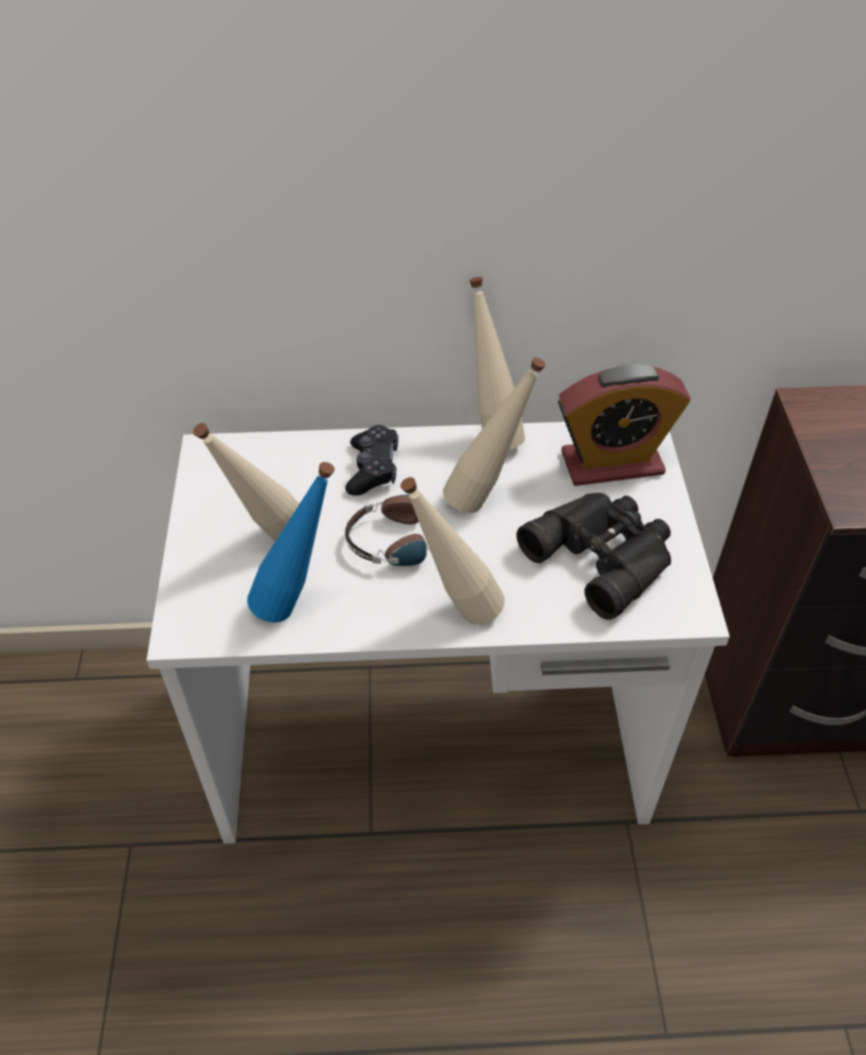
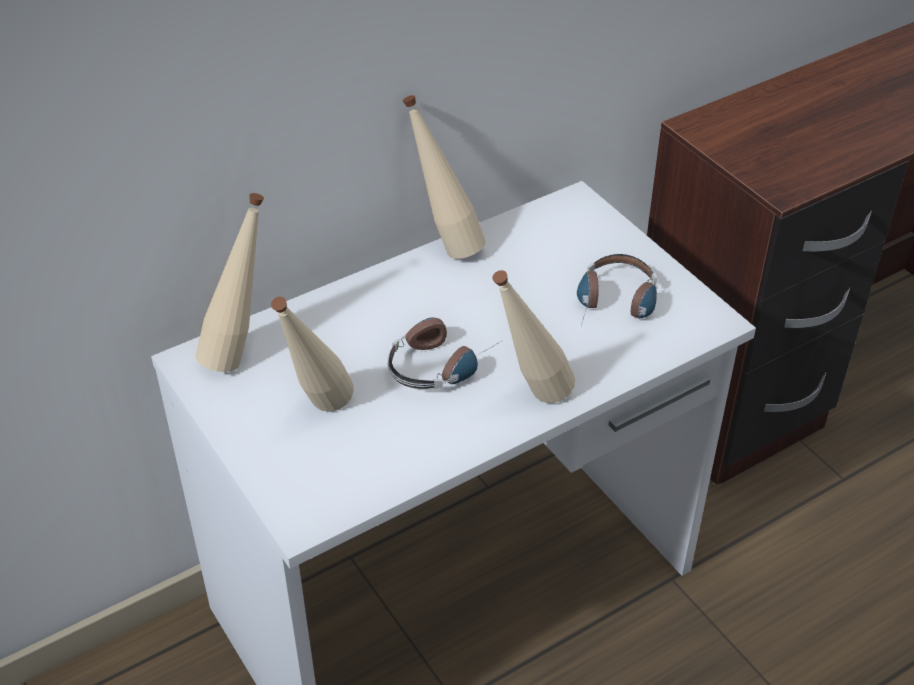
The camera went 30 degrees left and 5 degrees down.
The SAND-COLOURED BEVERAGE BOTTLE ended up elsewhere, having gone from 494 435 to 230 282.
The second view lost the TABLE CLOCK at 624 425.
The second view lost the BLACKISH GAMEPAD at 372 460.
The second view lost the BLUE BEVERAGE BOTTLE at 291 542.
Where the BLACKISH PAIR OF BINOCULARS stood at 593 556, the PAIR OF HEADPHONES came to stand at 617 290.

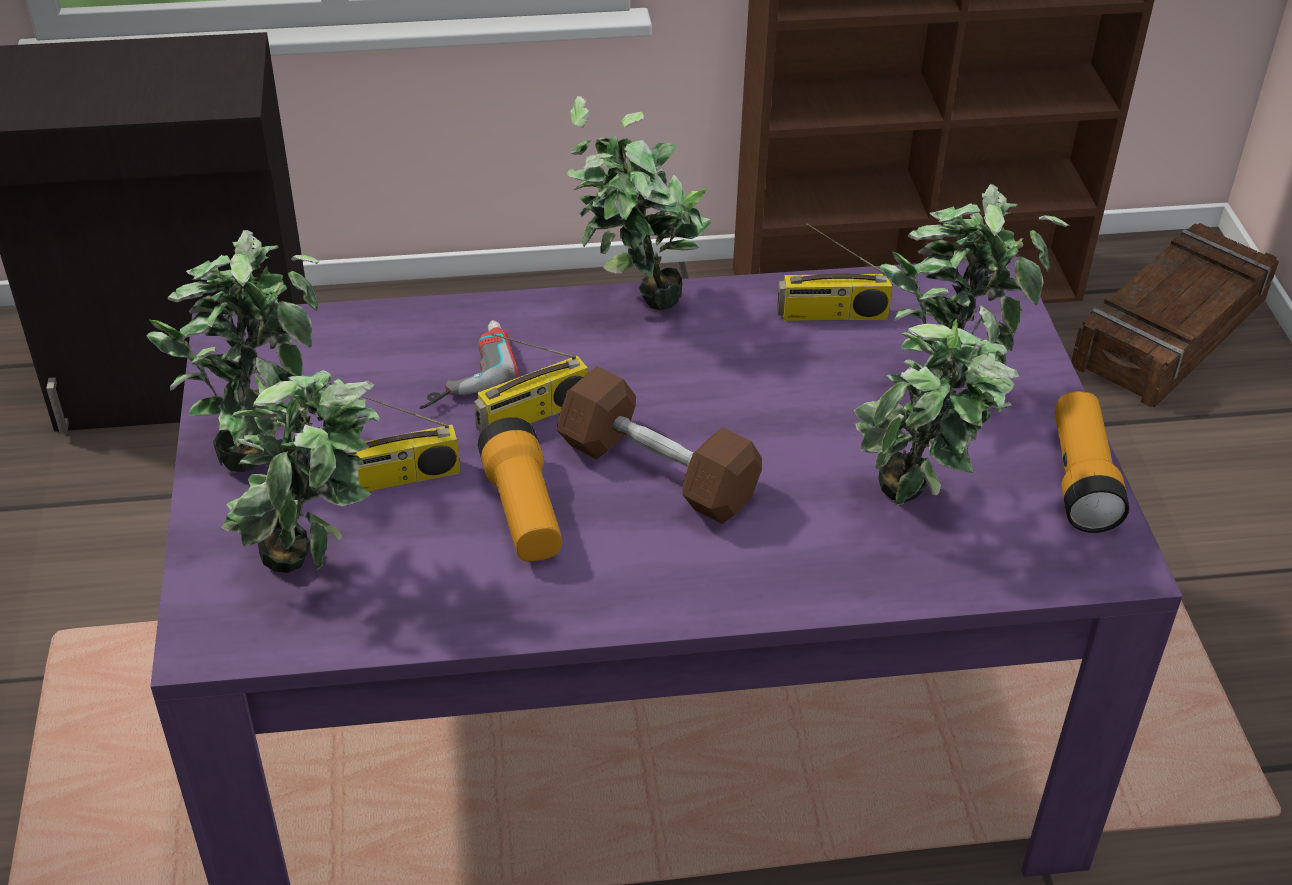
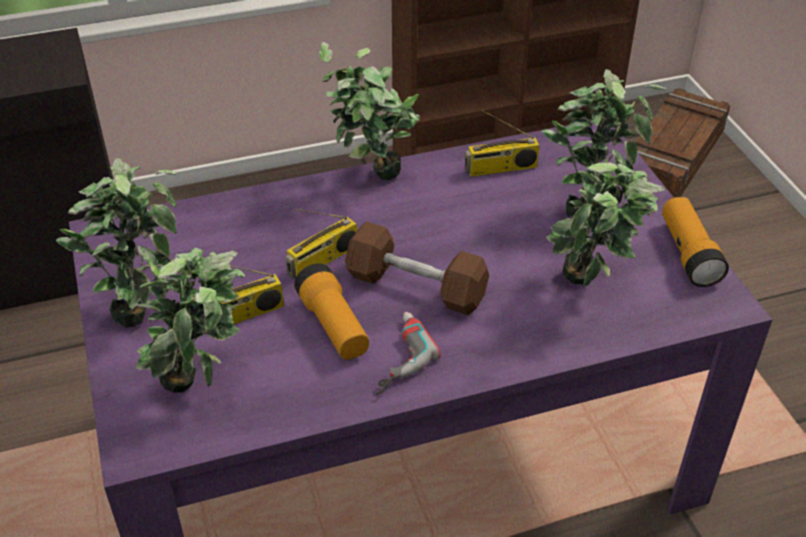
The camera went 10 degrees left and 0 degrees up.
The ELECTRIC DRILL ended up elsewhere, having gone from 469 364 to 408 353.

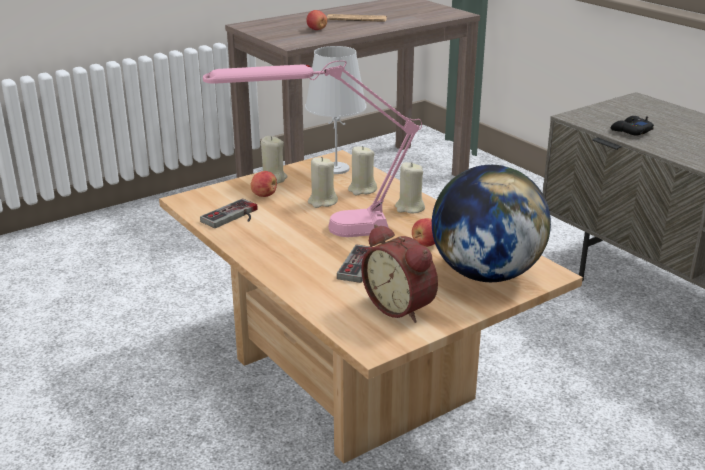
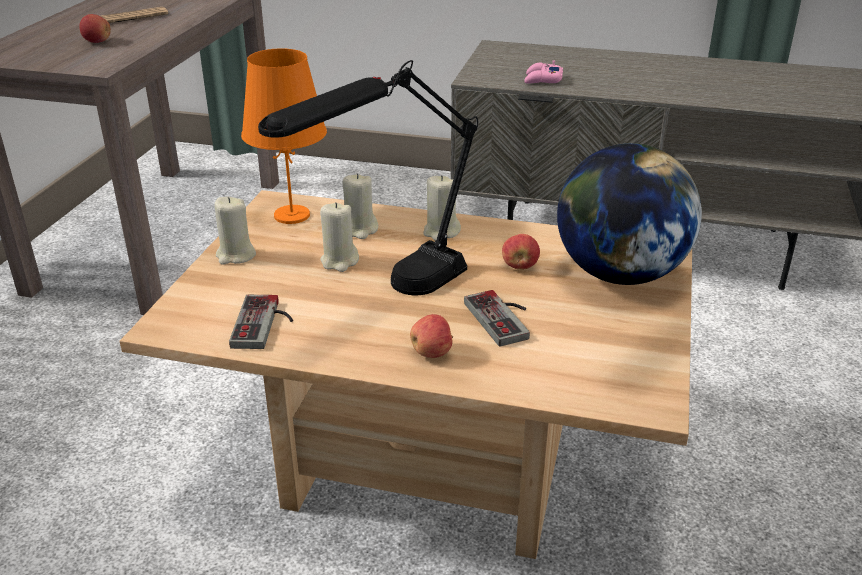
The camera went 40 degrees left and 5 degrees up.
What was the WHITISH LAMP FOR A TABLE at 336 110 turned into the ORANGEY LAMP FOR A TABLE at 284 136.
What was the PINKISH LAMP FOR A TABLE at 312 149 turned into the BLACKISH LAMP FOR A TABLE at 368 177.
What was the BLACKISH GAMEPAD at 632 126 turned into the PINKISH GAMEPAD at 543 72.
The APPLE ended up elsewhere, having gone from 263 184 to 431 336.
The second view lost the TABLE CLOCK at 399 273.

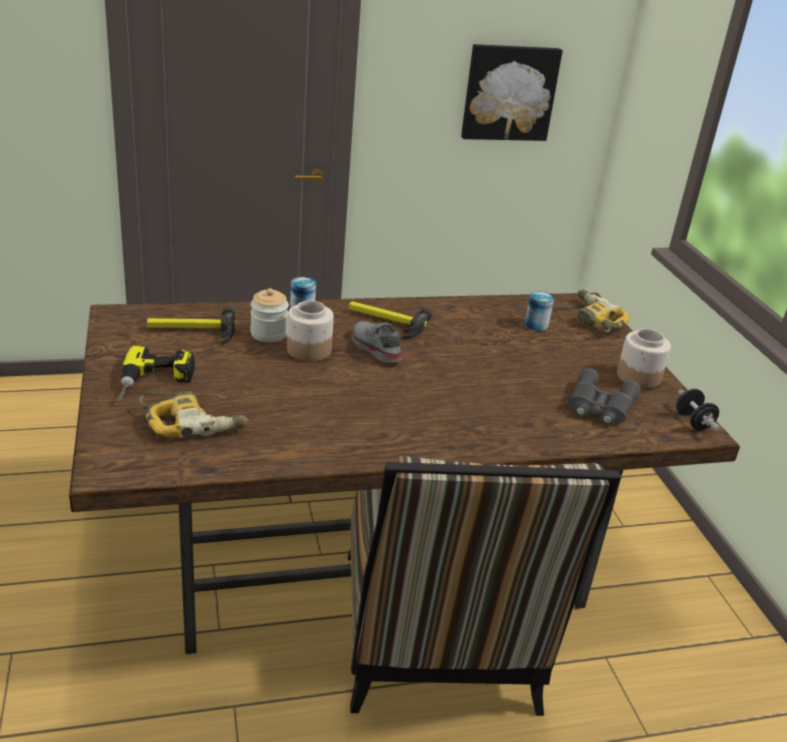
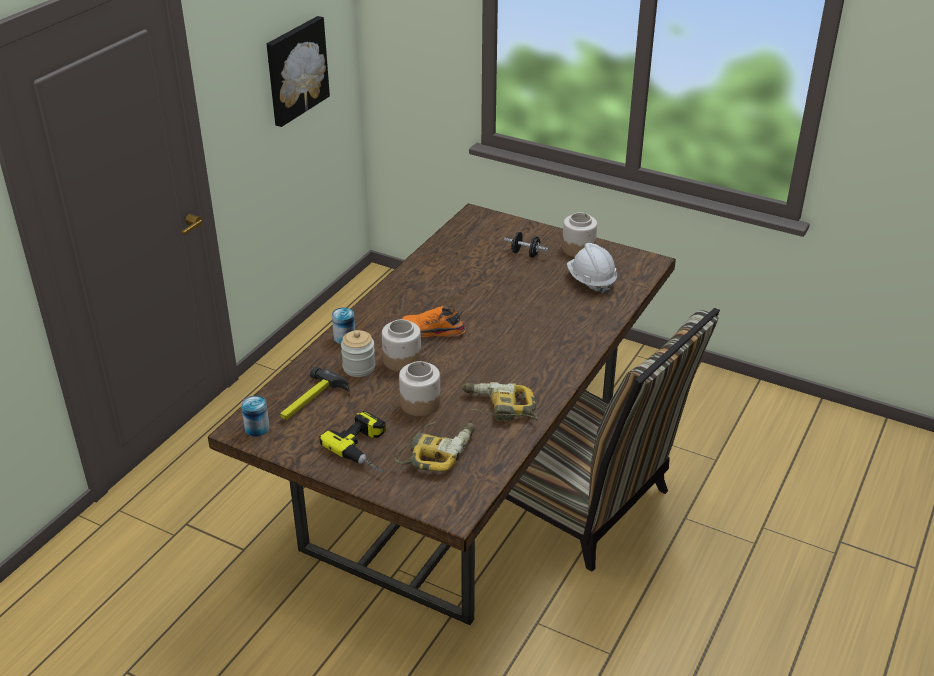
The camera went 45 degrees left and 5 degrees up.
The ELECTRIC DRILL ended up elsewhere, having gone from 597 311 to 500 402.
The METAL CAN ended up elsewhere, having gone from 539 311 to 255 416.
The second view lost the TOOL HAMMER at 390 320.
What was the GRAY SHOE at 377 342 turned into the ORANGEY SHOE at 433 321.
Where the GRAY PAIR OF BINOCULARS stood at 604 396, the WHITISH SAFETY HELMET came to stand at 592 269.
The BLACKISH DUMBBELL ended up elsewhere, having gone from 697 409 to 526 244.
The second view gained the STORAGE JAR at 420 388.

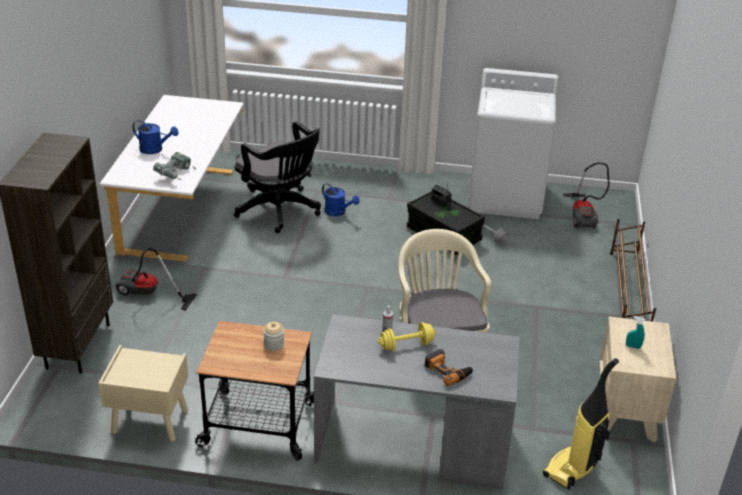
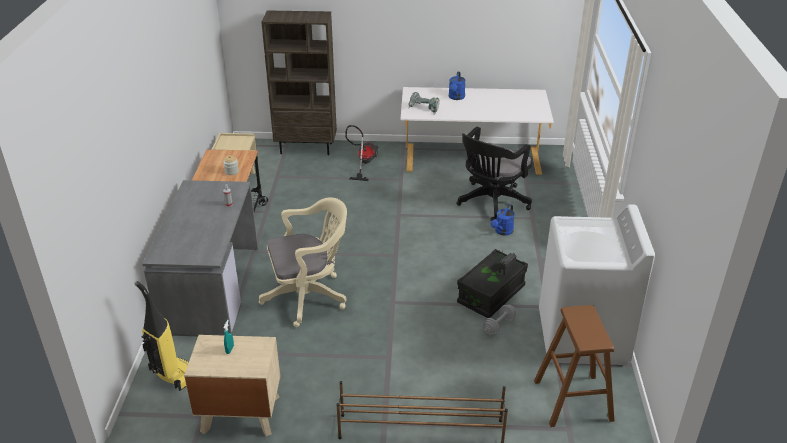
The camera went 85 degrees right and 0 degrees up.
Where the VACUUM stood at 586 195, the BROWN SITTING STOOL came to stand at 574 366.
The second view lost the YELLOW-COLOURED DUMBBELL at 407 336.
The second view lost the ELECTRIC DRILL at 449 367.

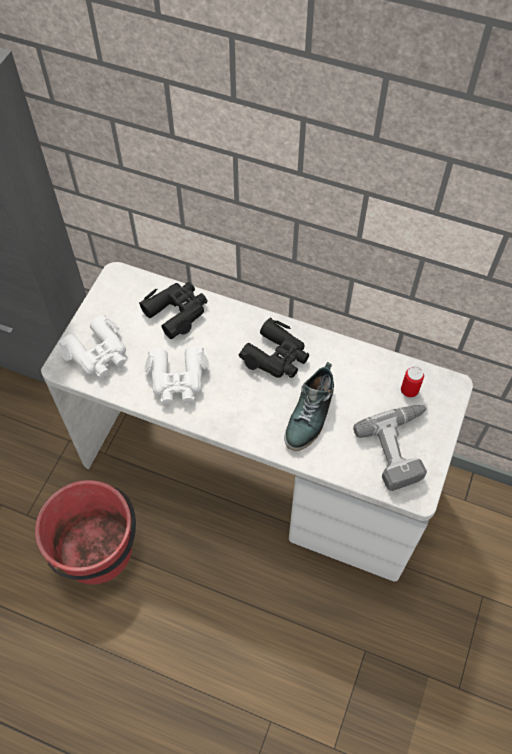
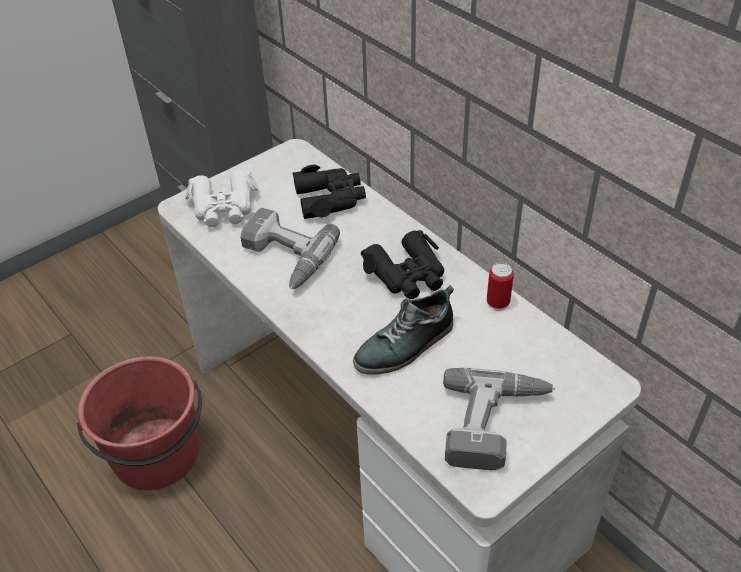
The camera went 30 degrees right and 15 degrees down.
Where the WHITISH PAIR OF BINOCULARS stood at 176 376, the ELECTRIC DRILL came to stand at 290 248.
The METAL CAN ended up elsewhere, having gone from 412 382 to 500 287.

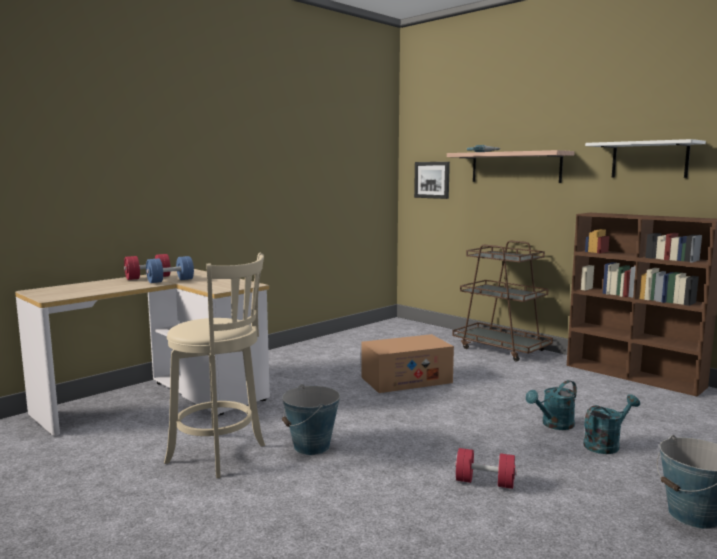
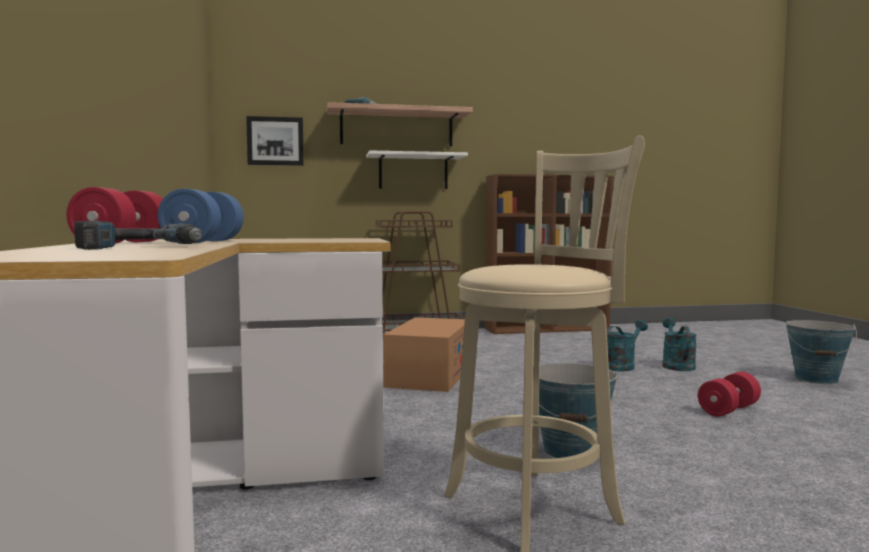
The camera went 55 degrees left and 5 degrees down.
The WHITISH SHELF ended up elsewhere, having gone from 645 158 to 417 170.
The TURQUOISE WATERING CAN at 551 405 ended up facing another way, 135 degrees counterclockwise from before.
The second view gained the ELECTRIC DRILL at 138 235.

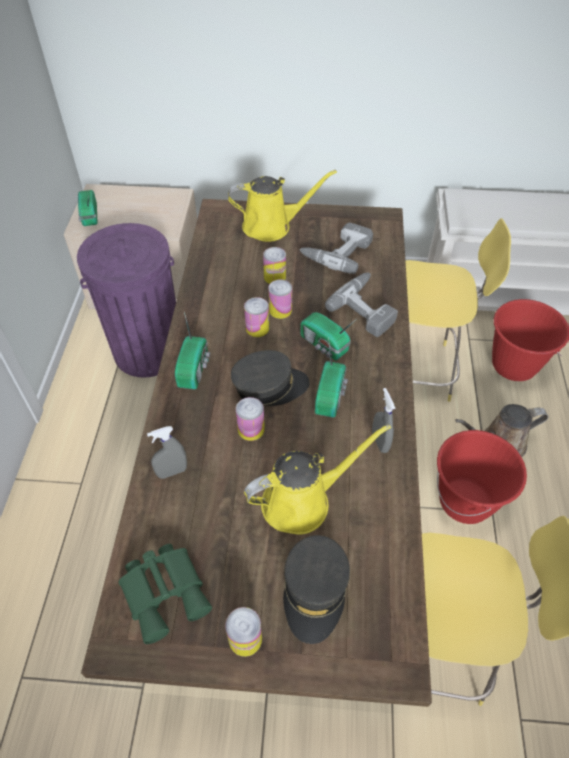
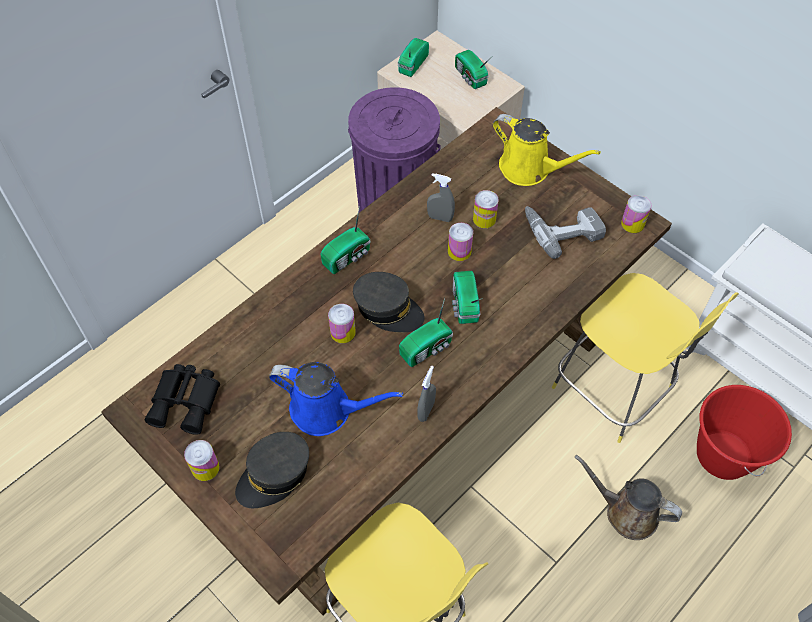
The camera went 40 degrees right and 5 degrees up.
The second view lost the ELECTRIC DRILL at 361 304.
The METAL CAN ended up elsewhere, having gone from 256 317 to 636 214.
What was the YELLOW-COLOURED WATERING CAN at 317 479 turned into the BLUE WATERING CAN at 336 399.
The GRAY SPRAYER ended up elsewhere, having gone from 167 452 to 441 197.
The second view lost the REDDISH WATER BUCKET at 482 477.
What was the GREENISH PAIR OF BINOCULARS at 165 594 turned into the BLACKISH PAIR OF BINOCULARS at 182 399.
The second view gained the RADIO RECEIVER at 473 69.

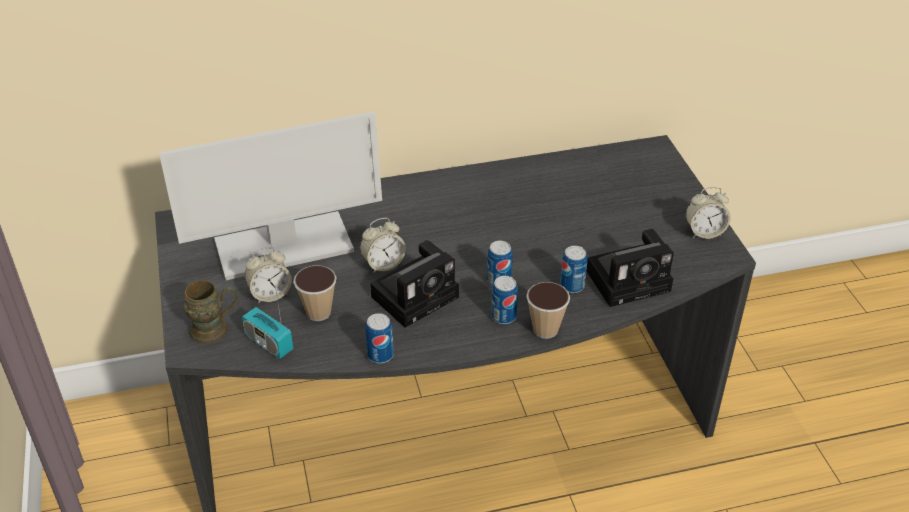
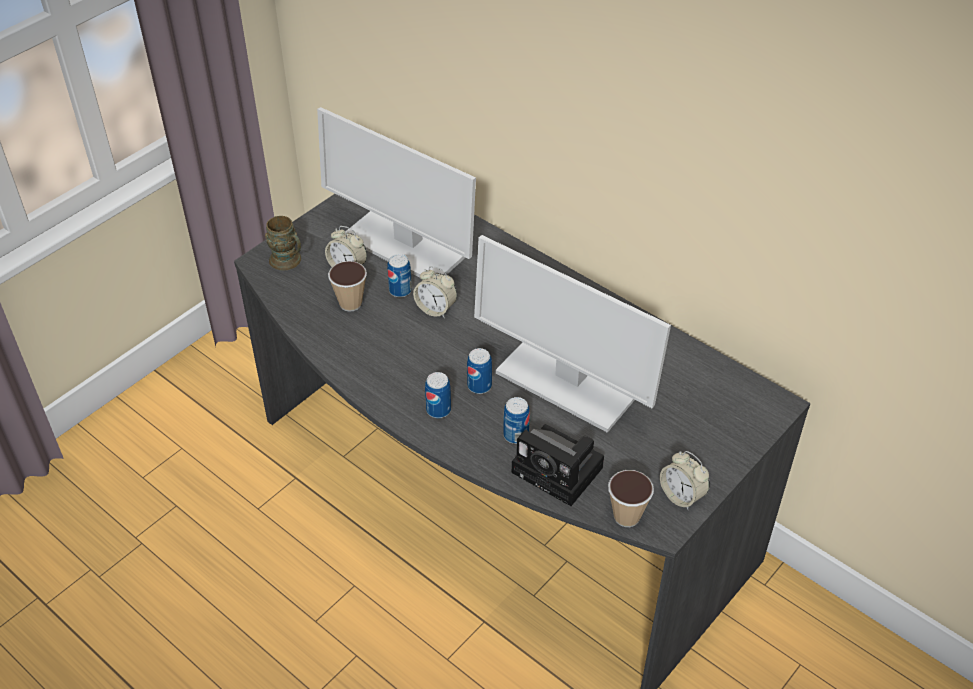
The camera went 55 degrees right and 5 degrees up.
The second view lost the STILL CAMERA at 414 284.
The CUP ended up elsewhere, having gone from 548 310 to 631 498.
The second view lost the RADIO RECEIVER at 267 322.
The METAL CAN ended up elsewhere, having gone from 379 338 to 399 275.
The second view gained the COMPUTER SCREEN at 572 334.

